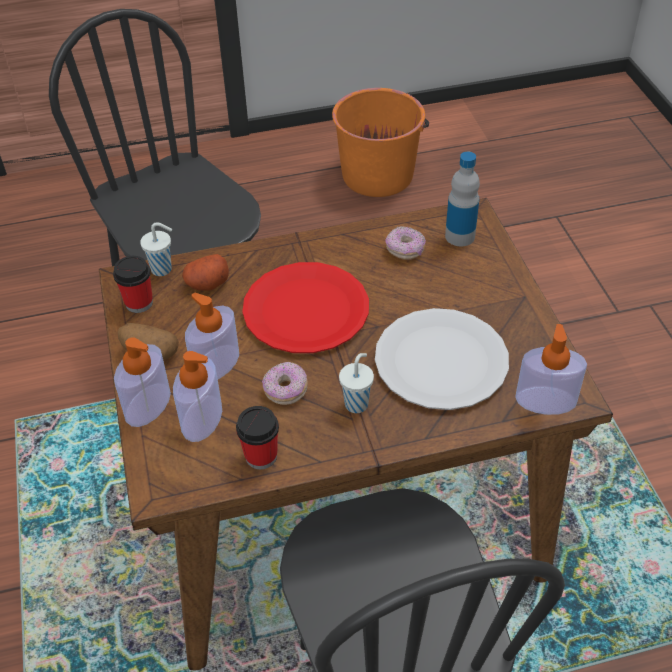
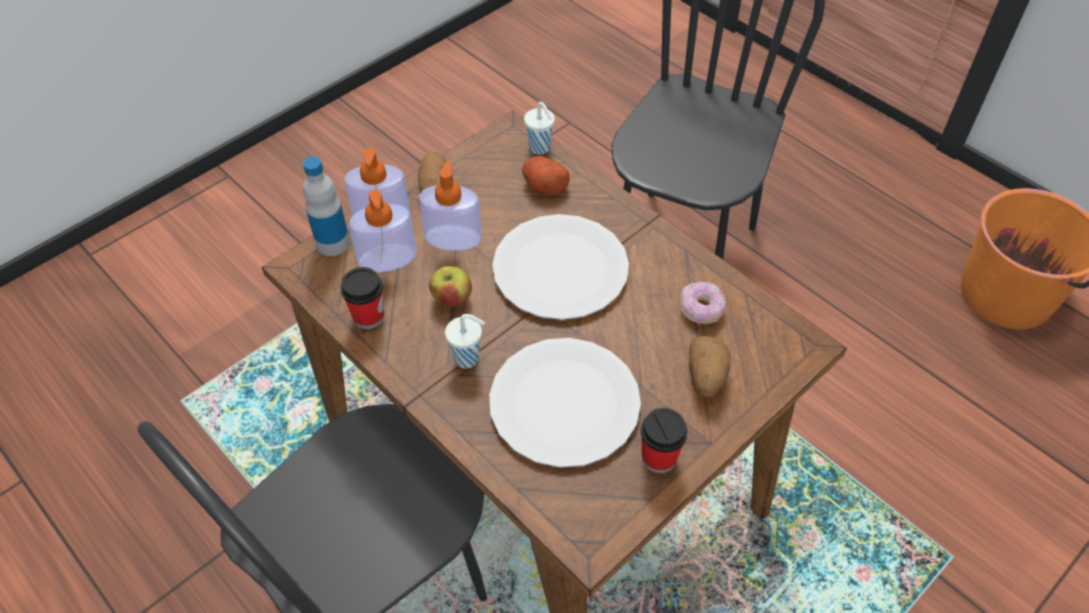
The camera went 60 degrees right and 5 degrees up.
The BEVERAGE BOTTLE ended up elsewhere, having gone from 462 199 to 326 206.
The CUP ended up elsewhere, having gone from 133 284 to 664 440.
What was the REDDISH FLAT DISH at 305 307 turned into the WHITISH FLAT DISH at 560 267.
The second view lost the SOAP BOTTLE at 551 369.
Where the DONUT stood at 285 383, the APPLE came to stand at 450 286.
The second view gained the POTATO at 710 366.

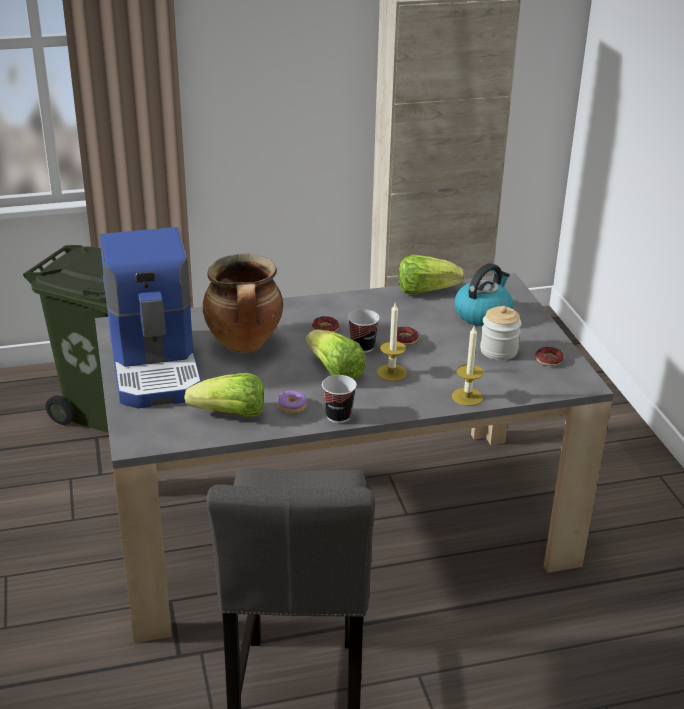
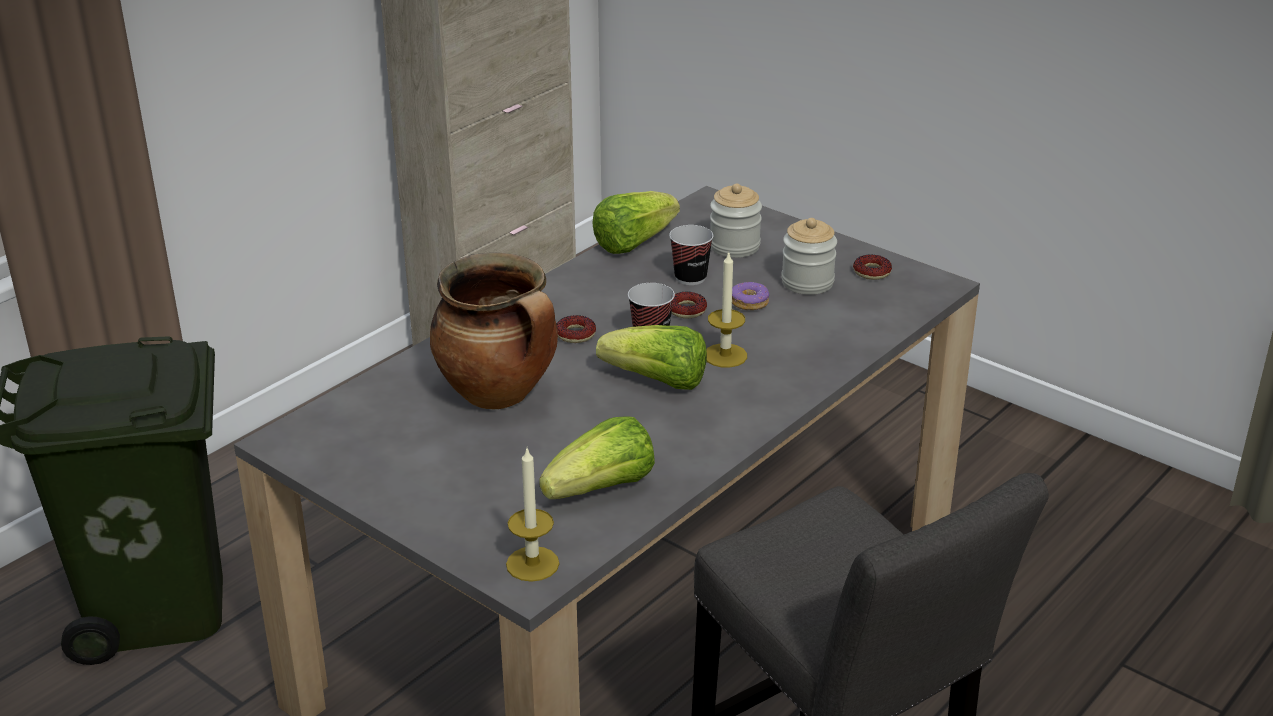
The camera went 35 degrees left and 0 degrees up.
The second view lost the COFFEE MACHINE at 150 317.
Where the TEA KETTLE stood at 483 294, the STORAGE JAR came to stand at 736 221.
The WAX CANDLE ended up elsewhere, having gone from 467 366 to 532 515.
The CUP ended up elsewhere, having gone from 339 399 to 691 255.
The DONUT ended up elsewhere, having gone from 292 402 to 750 296.

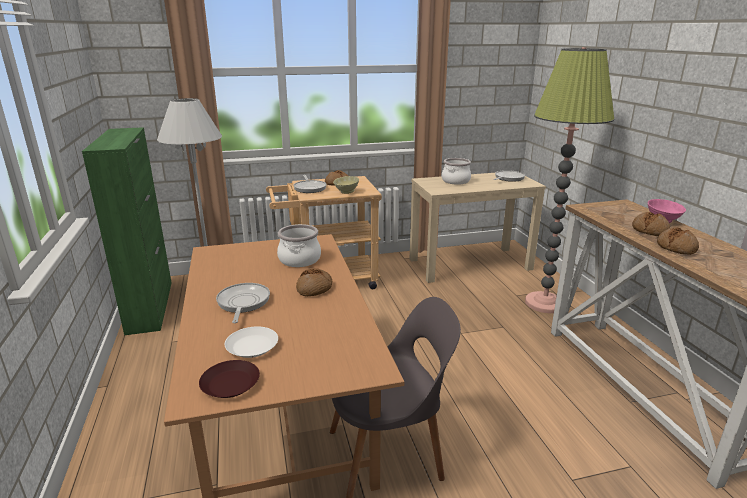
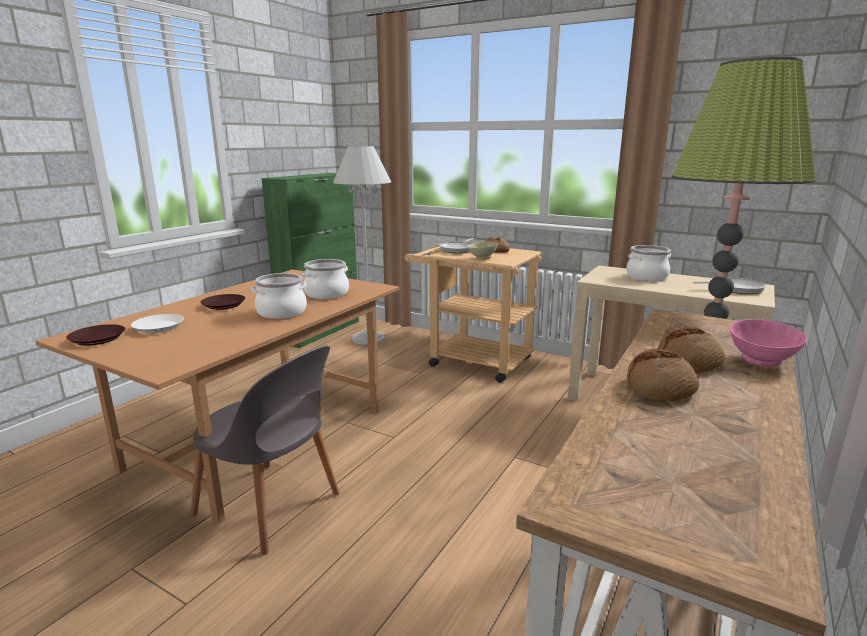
The camera went 45 degrees right and 5 degrees down.
Where the BREAD stood at 314 282, the COOKING POT came to stand at 279 296.
Where the SKILLET stood at 243 303, the BROWN FLAT DISH came to stand at 223 302.

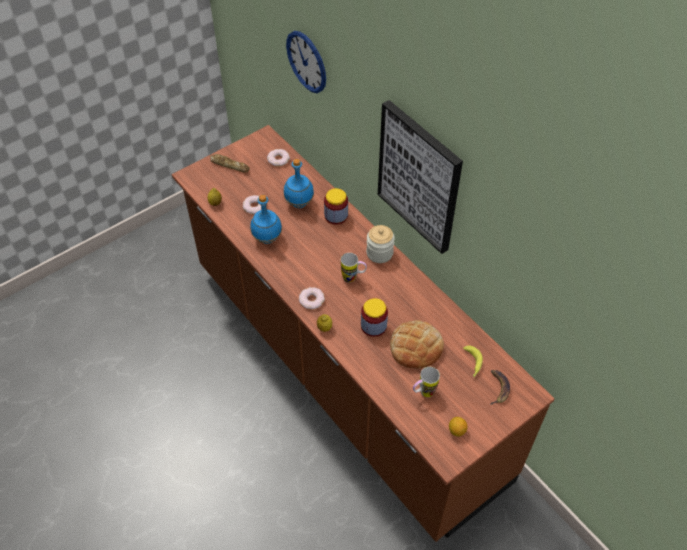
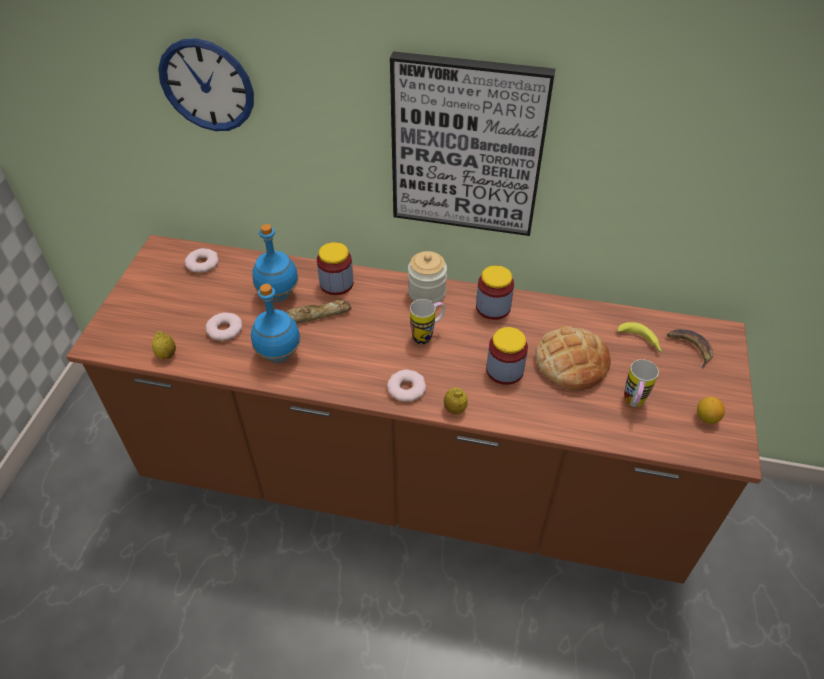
The camera went 40 degrees left and 5 degrees down.
The BREAD ended up elsewhere, having gone from 230 163 to 319 311.
The second view gained the STORAGE JAR at 495 292.

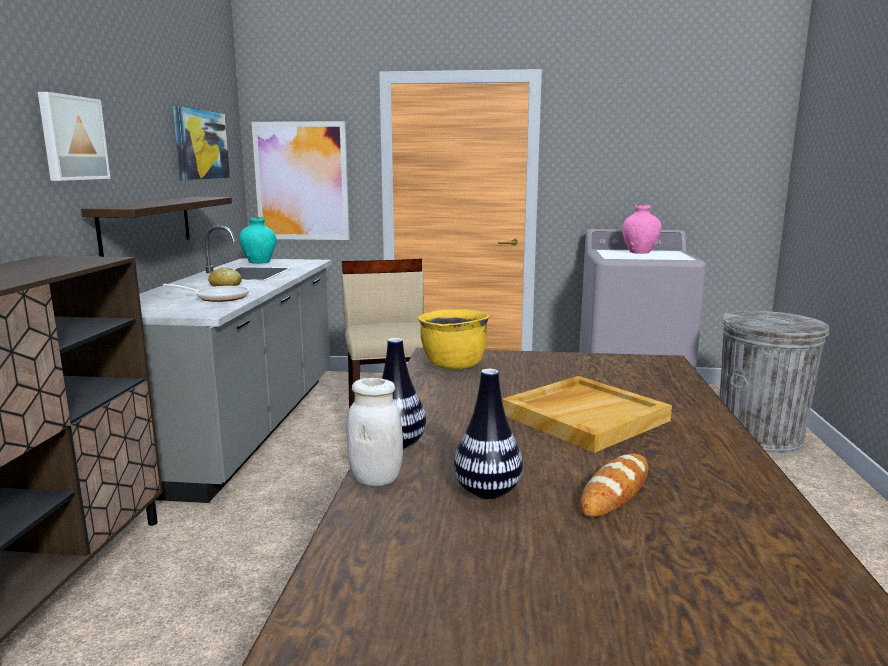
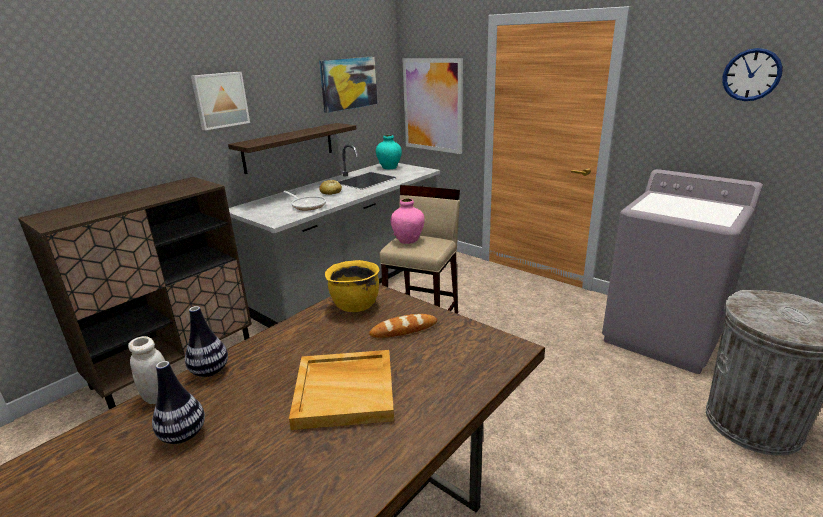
The camera went 35 degrees right and 10 degrees up.
The PINKISH DECORATIVE VASE ended up elsewhere, having gone from 642 229 to 408 221.
The BREAD ended up elsewhere, having gone from 614 485 to 403 326.
The second view gained the CLOCK ON THE WALL at 752 74.

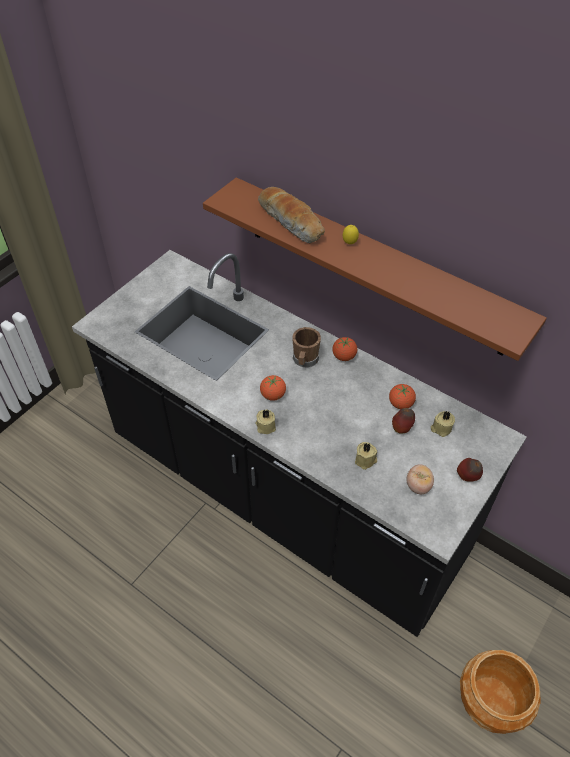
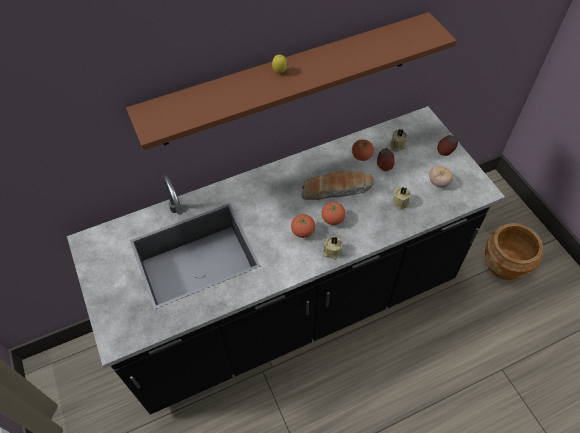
The camera went 60 degrees left and 5 degrees up.
The BREAD ended up elsewhere, having gone from 291 215 to 337 185.
The second view lost the BROWN COFFEE MUG at 306 347.
The WHOLE TOMATO ended up elsewhere, having gone from 344 349 to 334 213.

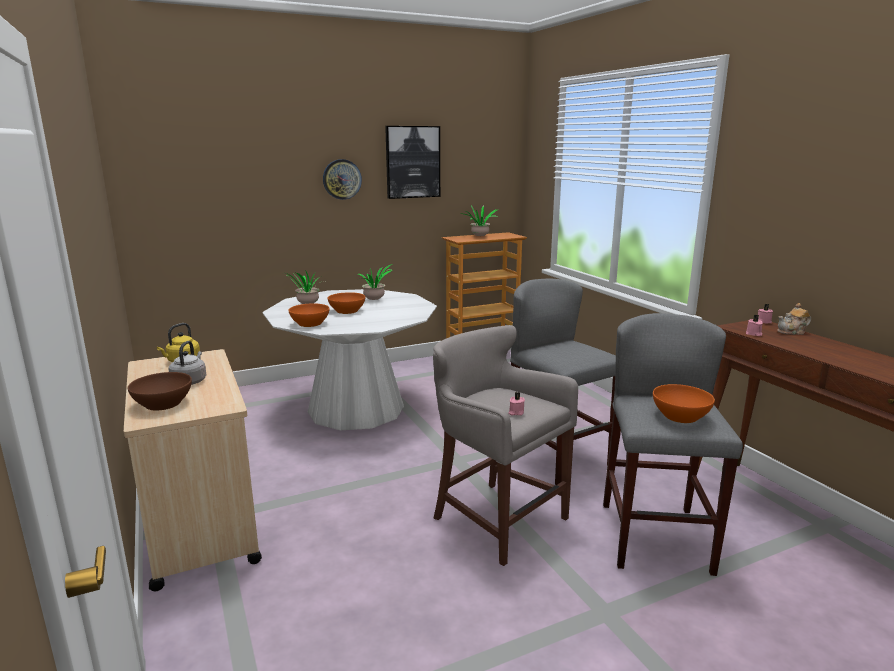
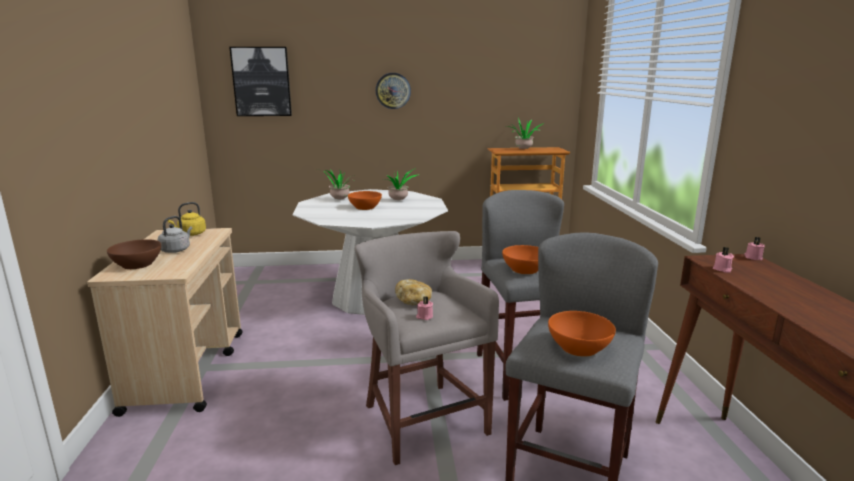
The camera went 20 degrees right and 0 degrees up.
The WALL ART ended up elsewhere, having gone from 412 162 to 260 81.
The ORANGEY DEEP DISH ended up elsewhere, having gone from 309 315 to 520 259.
The second view lost the POT FOR TEA at 794 319.
The second view gained the BREAD at 413 292.

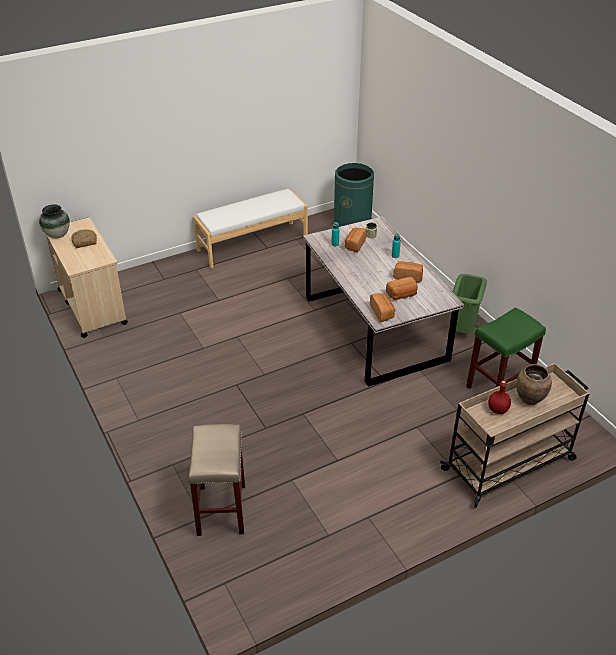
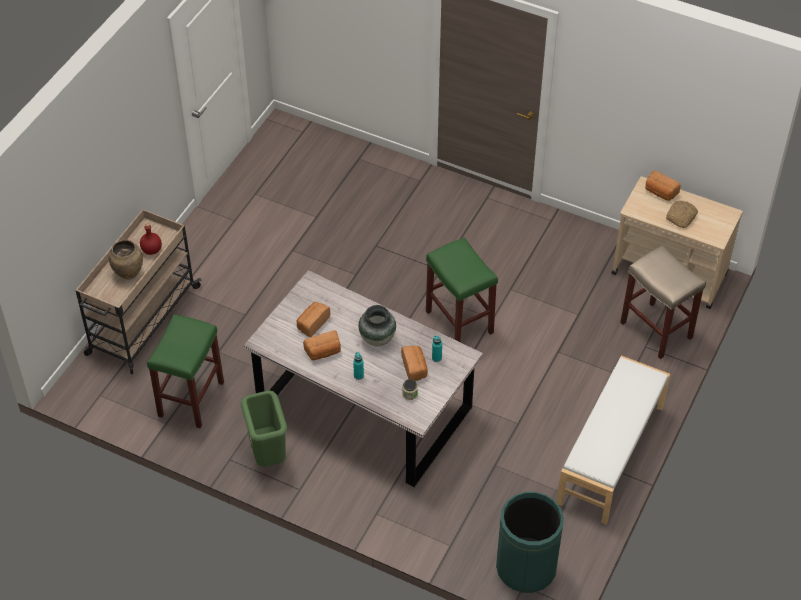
The camera went 145 degrees right and 10 degrees up.
The DECORATIVE VASE ended up elsewhere, having gone from 54 221 to 377 325.
The BREAD ended up elsewhere, having gone from 382 307 to 663 185.
The SAND-COLOURED SITTING STOOL ended up elsewhere, having gone from 217 480 to 663 302.
The second view gained the GREENISH SITTING STOOL at 462 289.

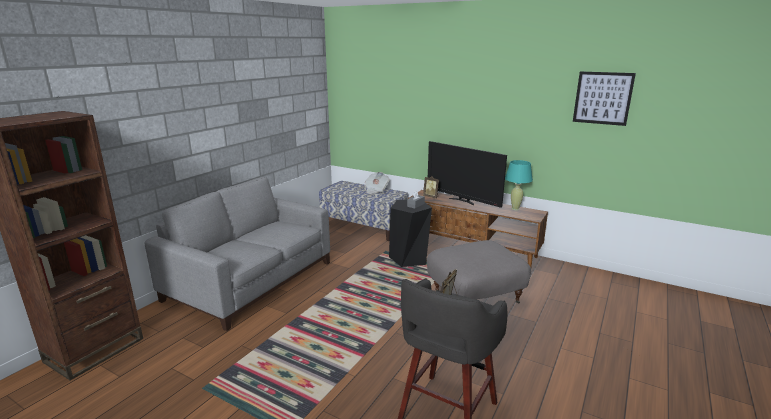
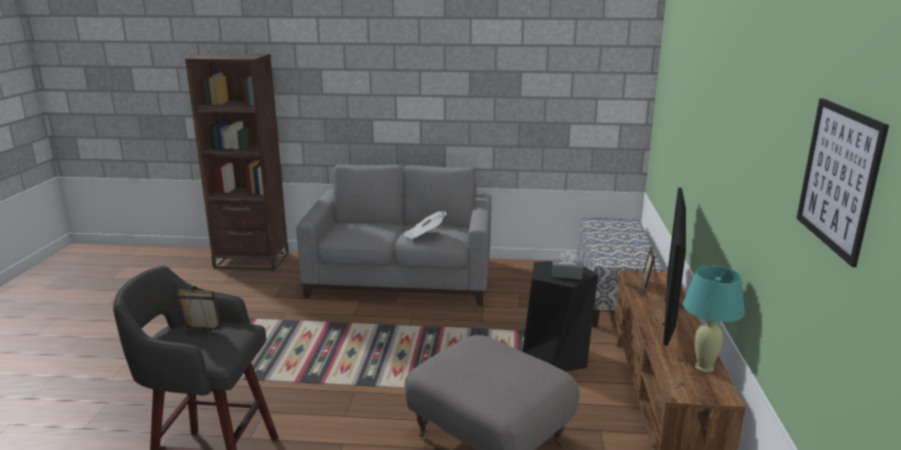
The camera went 65 degrees right and 0 degrees up.
The PRINTED PAPER ended up elsewhere, having gone from 377 182 to 425 225.

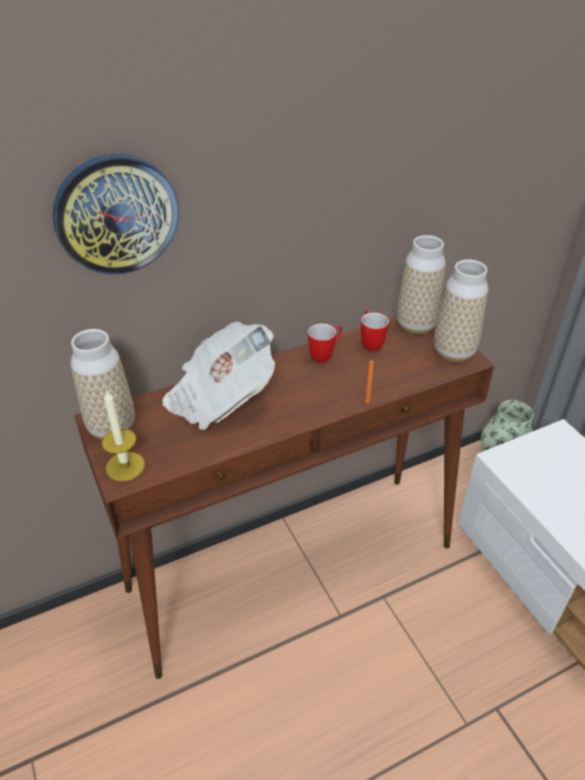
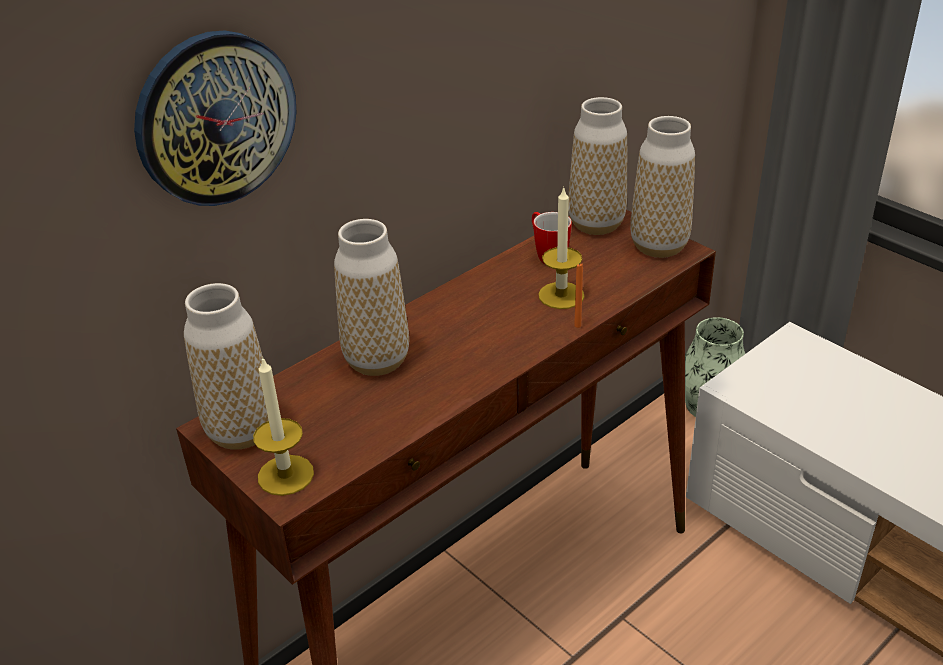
The camera went 15 degrees left and 5 degrees down.
Where the PRINTED PAPER stood at 219 375, the DECORATIVE VASE came to stand at 371 297.
The second view lost the COFFEE MUG at 325 343.
The second view gained the WAX CANDLE at 561 248.

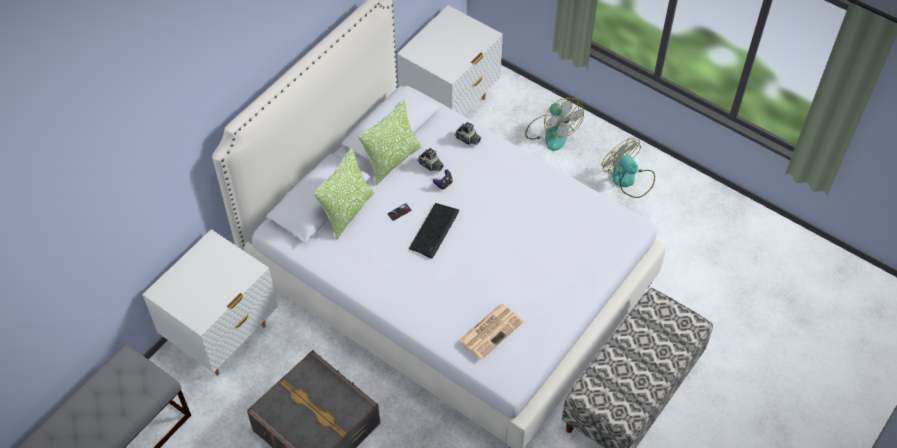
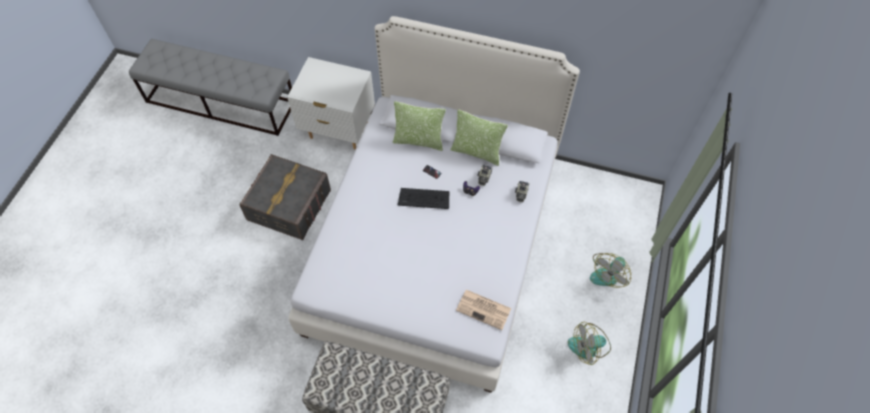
The camera went 70 degrees right and 5 degrees up.
The second view lost the WHITISH BEDSIDE TABLE at 450 60.
The COOLING FAN at 628 168 ended up facing another way, 135 degrees counterclockwise from before.
The PRINTED PAPER ended up elsewhere, having gone from 491 331 to 483 310.

